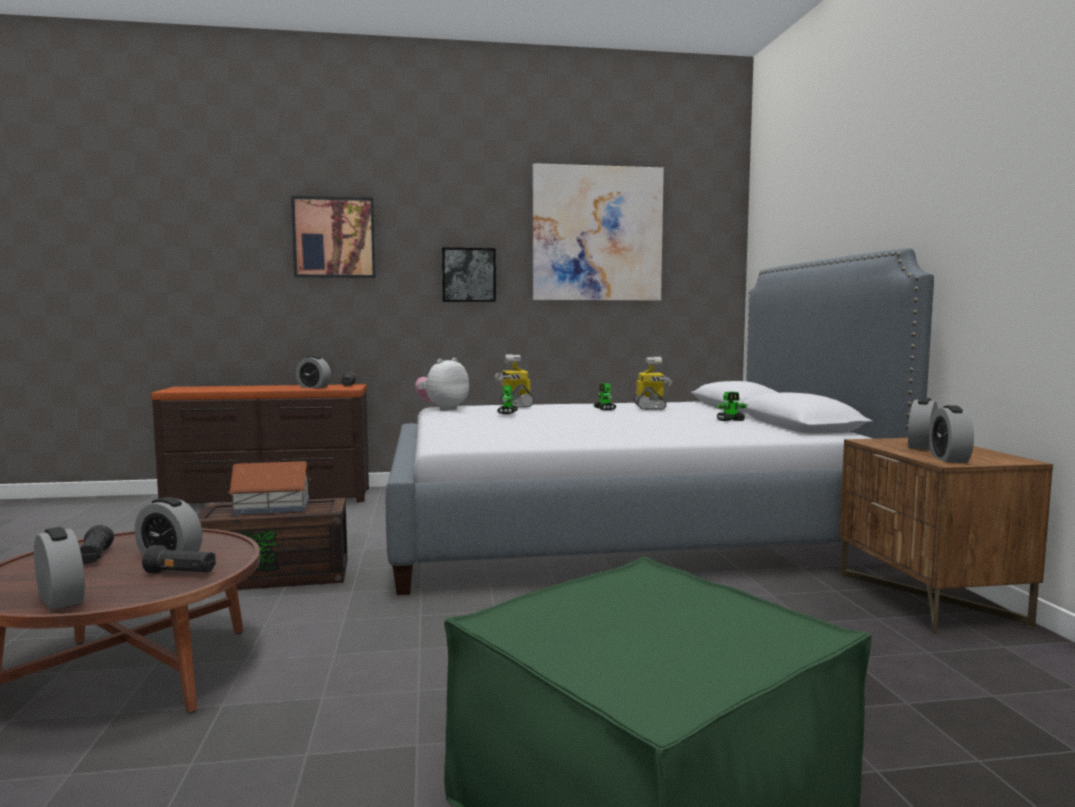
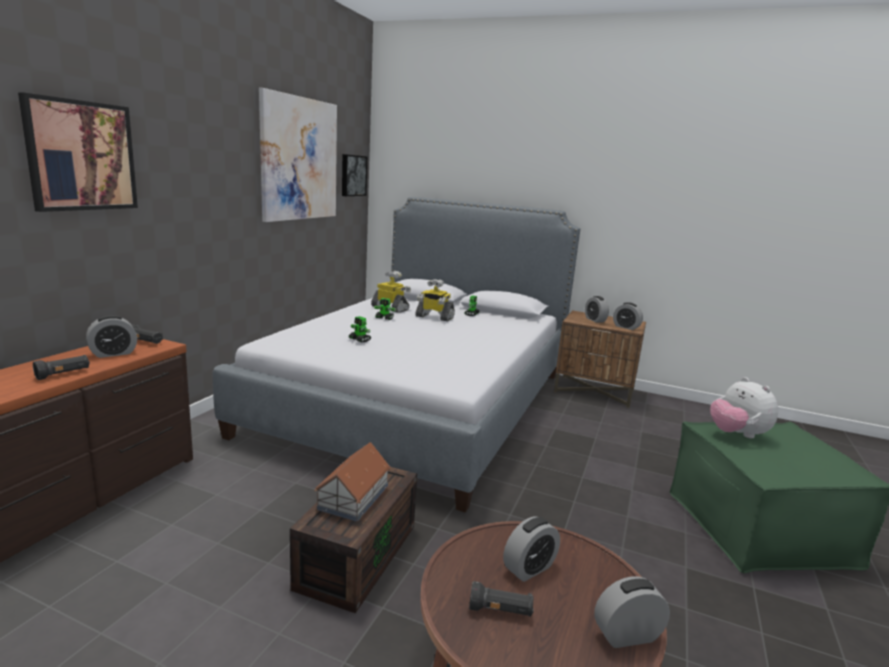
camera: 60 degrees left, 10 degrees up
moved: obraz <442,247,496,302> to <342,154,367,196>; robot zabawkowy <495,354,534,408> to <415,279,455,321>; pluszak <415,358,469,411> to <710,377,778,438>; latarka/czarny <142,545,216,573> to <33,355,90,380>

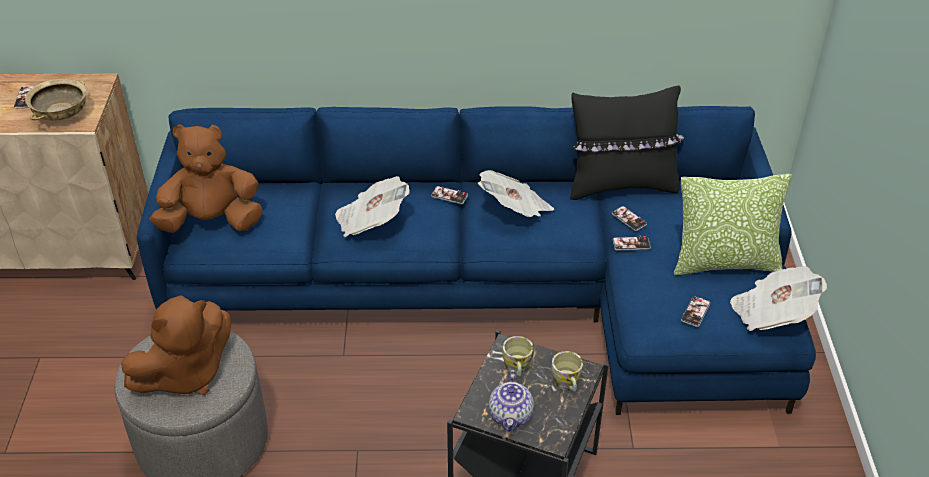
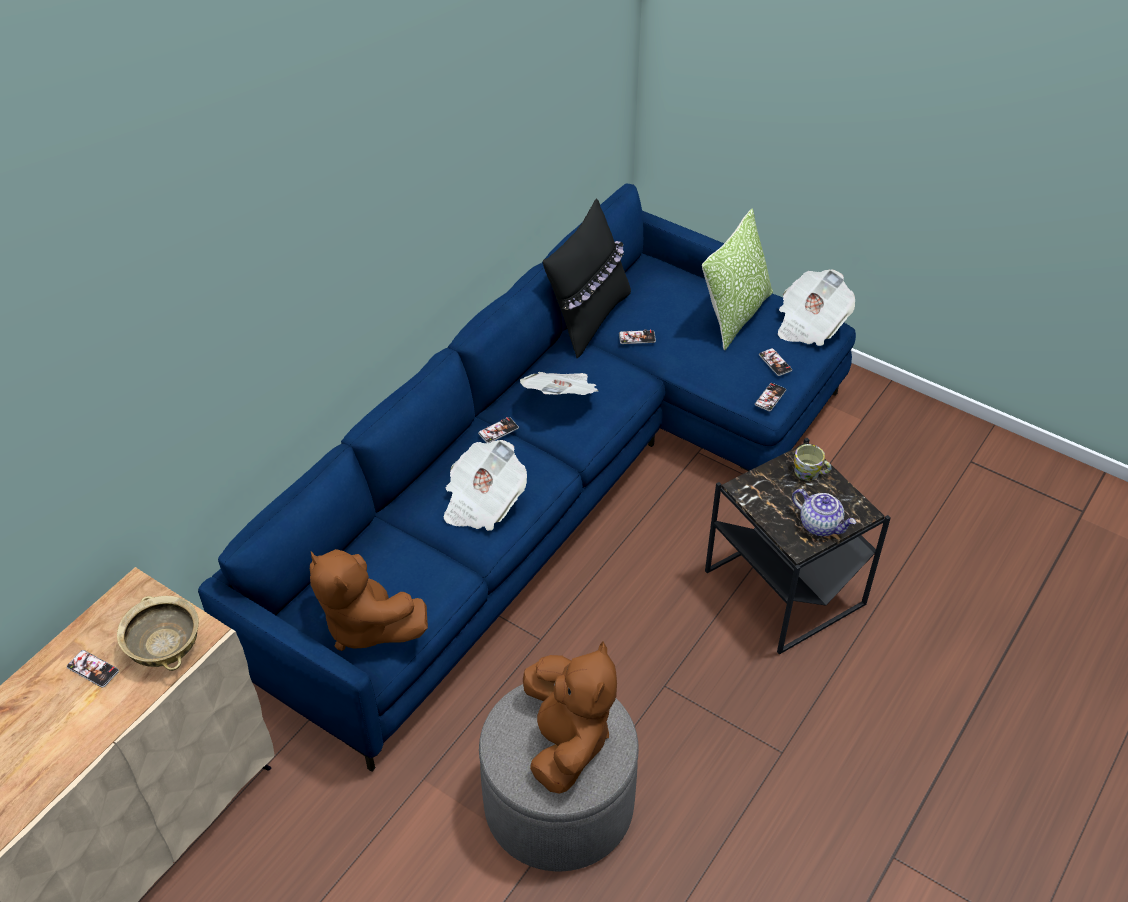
camera: 55 degrees left, 5 degrees up
removed: kubek <502,336,533,377>
moved: telefon <613,236,651,250> to <755,383,786,411>
turned: pluszak/brązowy <149,124,263,233> = <310,549,428,651> 75 degrees counterclockwise

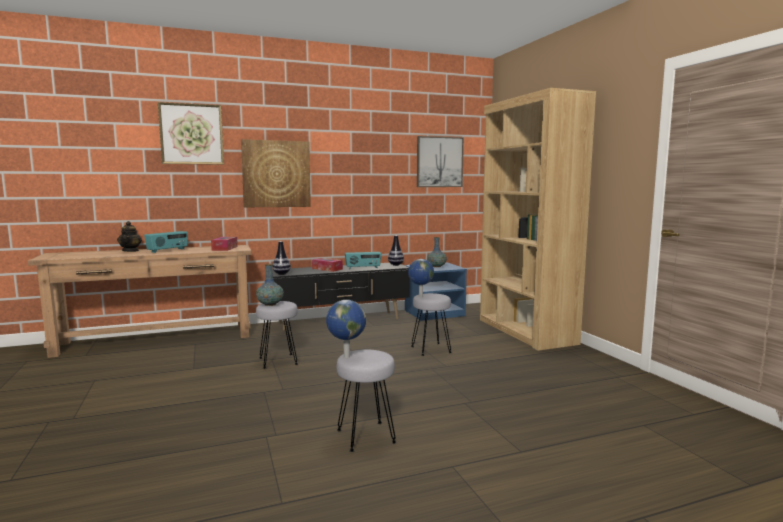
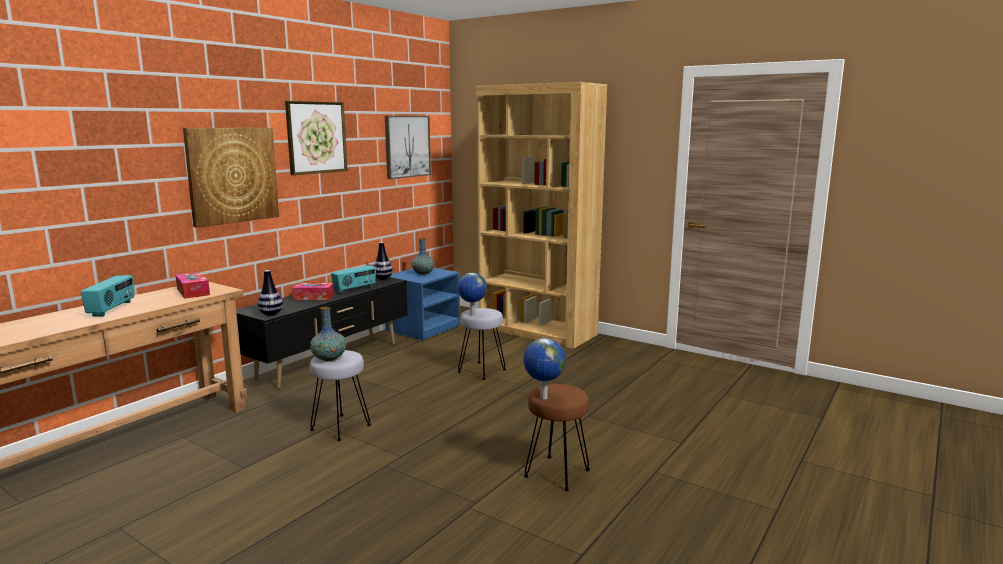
camera: 35 degrees left, 5 degrees up
removed: imbryk <117,221,142,252>
moved: obraz <158,102,224,165> to <285,101,348,175>
recoloured: stołek/szary <336,350,397,452> to stołek/brązowy <524,384,590,491>

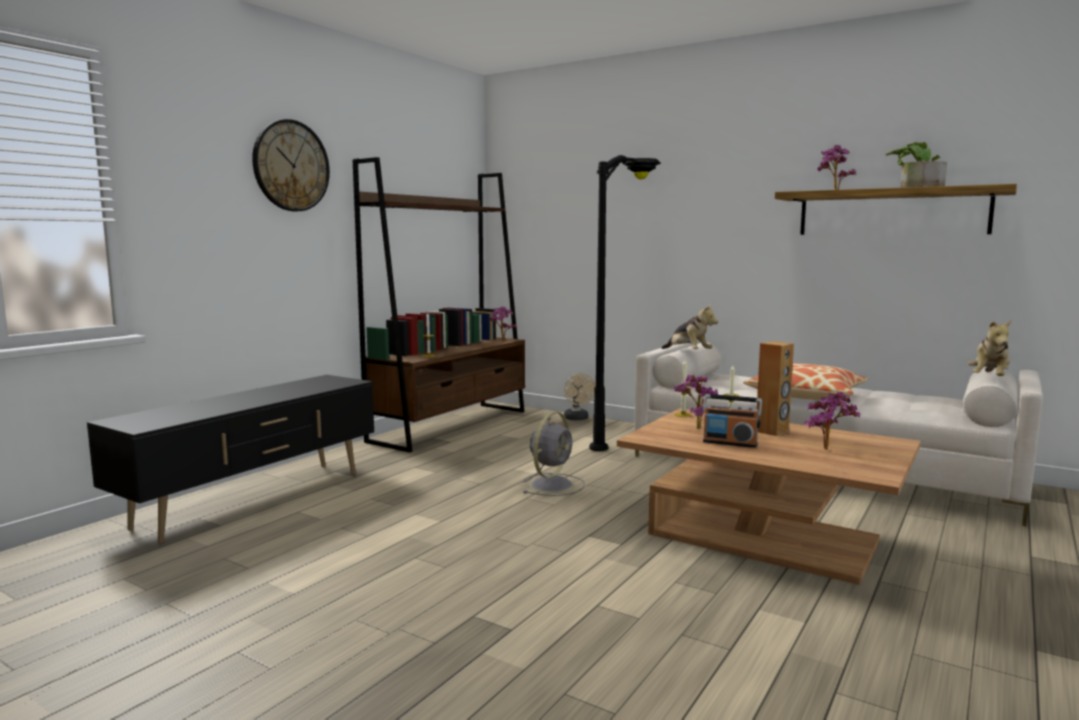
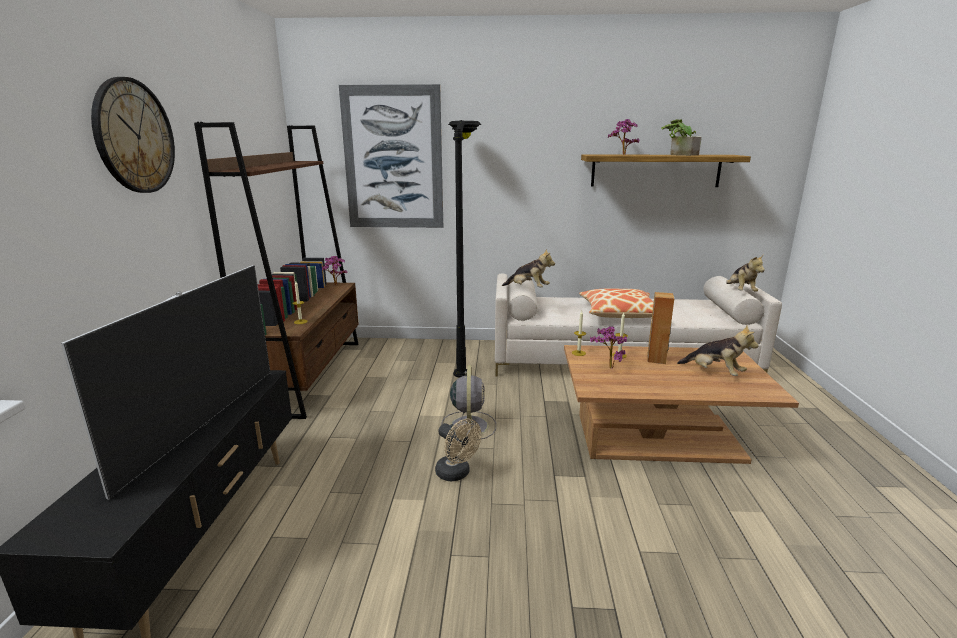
camera: 30 degrees left, 10 degrees up
removed: radio <703,394,762,448>
added: obraz <339,84,443,228>; telewizor <61,265,271,500>
moved: wentylator/beżowy <564,373,596,420> to <435,419,481,481>
replaced: roślina doniczkowa <804,391,860,450> to pluszak <677,325,759,376>

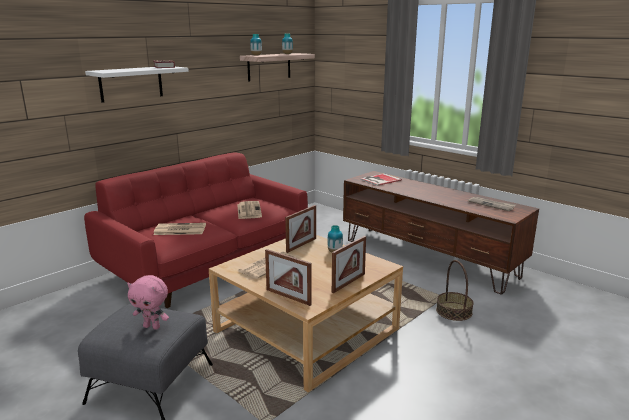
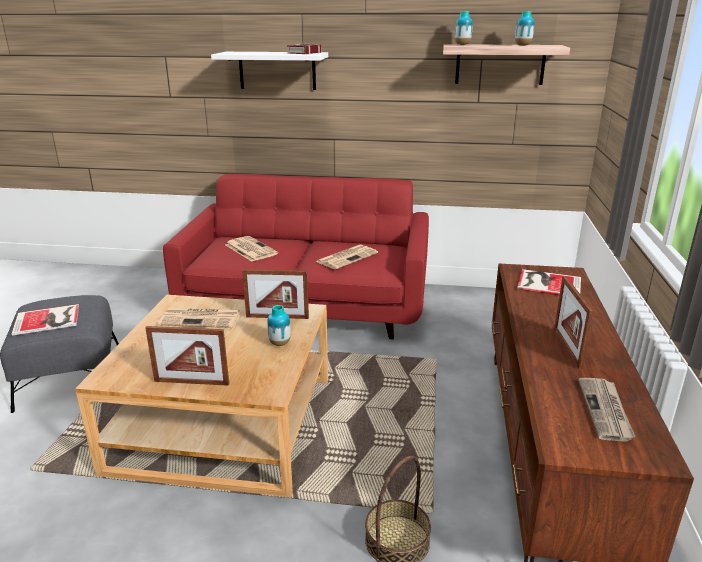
camera: 55 degrees right, 5 degrees up
moved: ramka na zdjęcie <265,249,312,306> to <554,276,593,369>
replaced: pluszak/różowy <127,275,169,330> to książka <12,304,79,336>

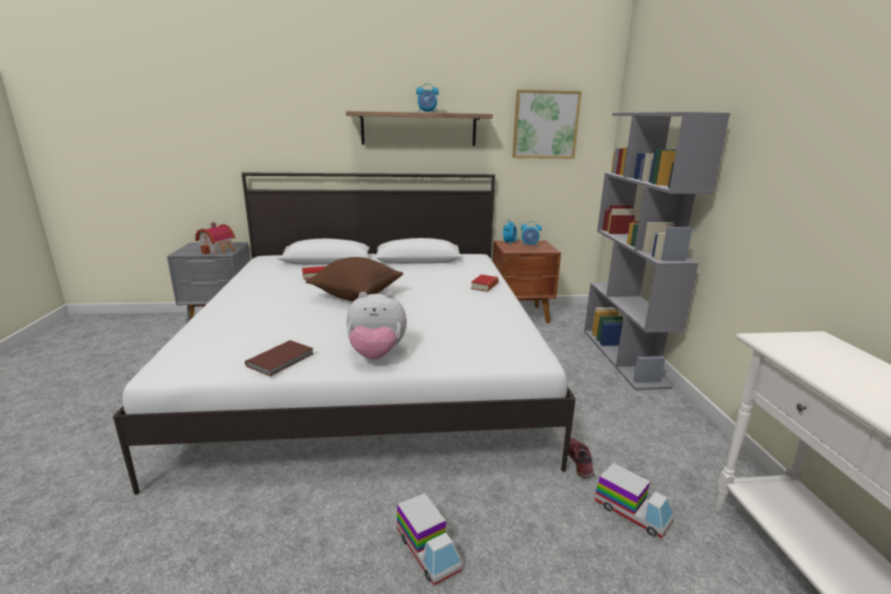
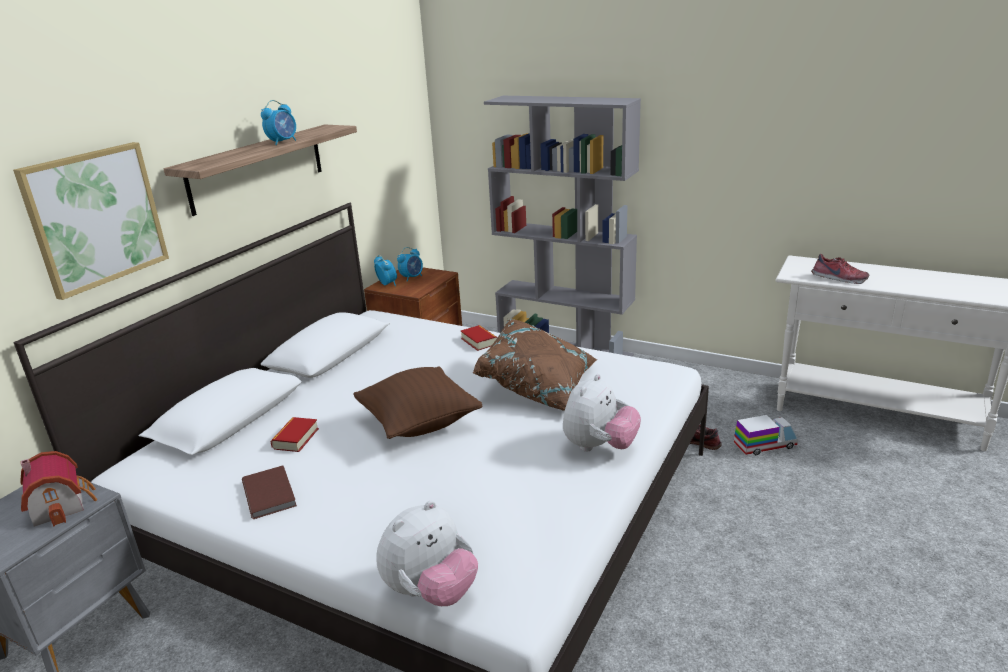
camera: 55 degrees left, 5 degrees up
removed: ciężarówka zabawkowa <397,493,462,586>
added: but <811,254,869,284>; poduszka/brązowy <473,319,597,411>; pluszak <376,501,478,606>
moved: obraz <512,90,582,159> to <13,142,169,300>; książka/brązowy <245,340,314,377> to <242,465,297,519>

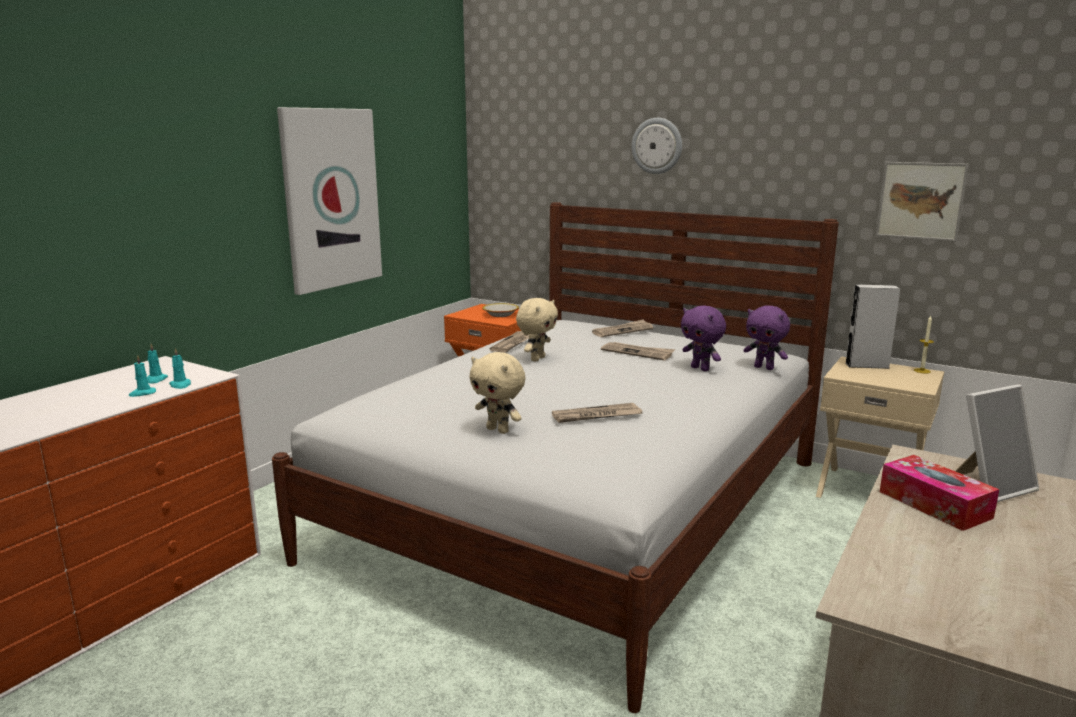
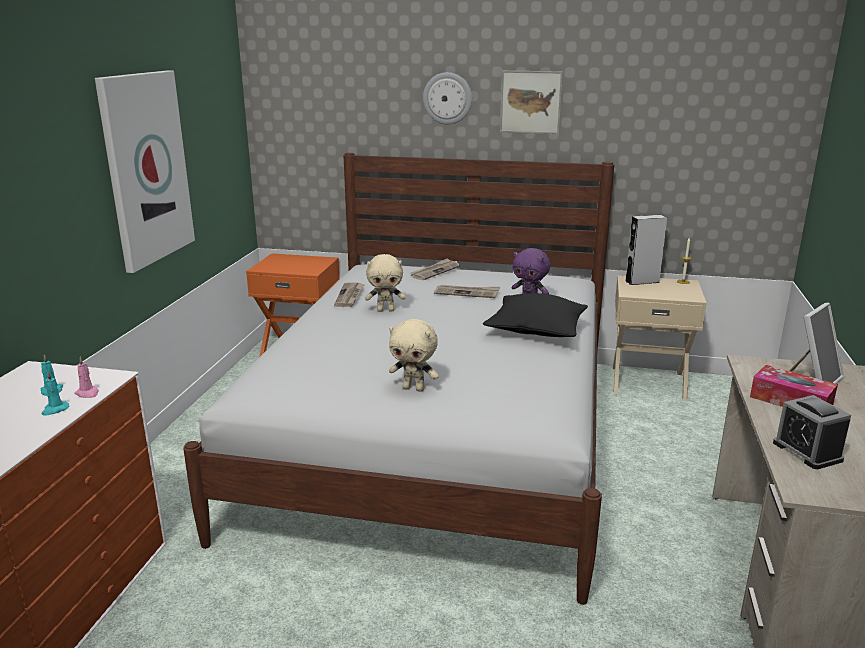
camera: 20 degrees left, 5 degrees up
removed: miska <482,303,519,317>; pluszak/fioletowy <744,305,790,370>; gazeta <552,403,643,423>
added: poduszka/czarny <483,293,588,337>; budzik <773,395,851,469>
moved: obraz <876,162,969,241> to <500,71,563,134>
recoloured: świeca/turkusowy <169,348,191,389> to świeca/różowy <74,357,99,398>
turned: pluszak/beżowy <516,298,558,362> = <365,254,406,312> 75 degrees clockwise

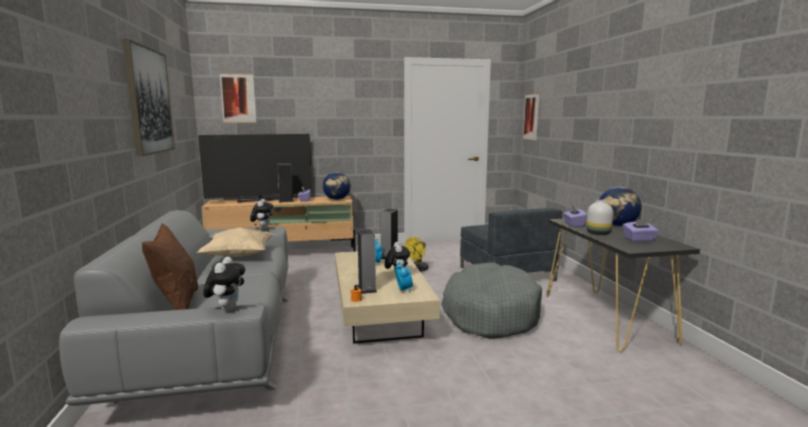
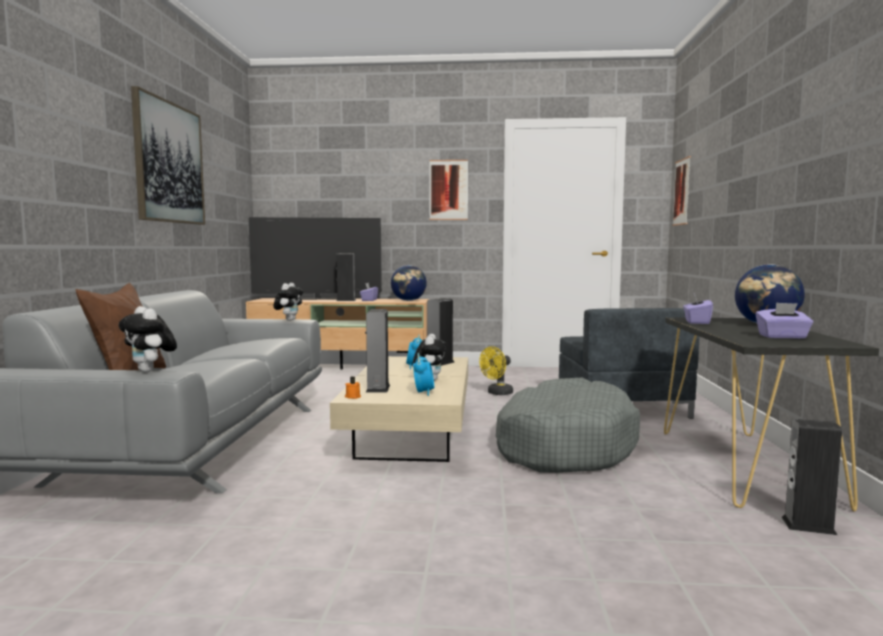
camera: 15 degrees right, 5 degrees down
removed: wazon/biały <586,200,613,235>; poduszka/beżowy <198,227,273,257>
added: głośnik <782,419,842,535>
moved: obraz <219,73,256,123> to <429,160,468,220>
turned: pluszak <203,257,245,311> = <119,306,177,372> 120 degrees clockwise

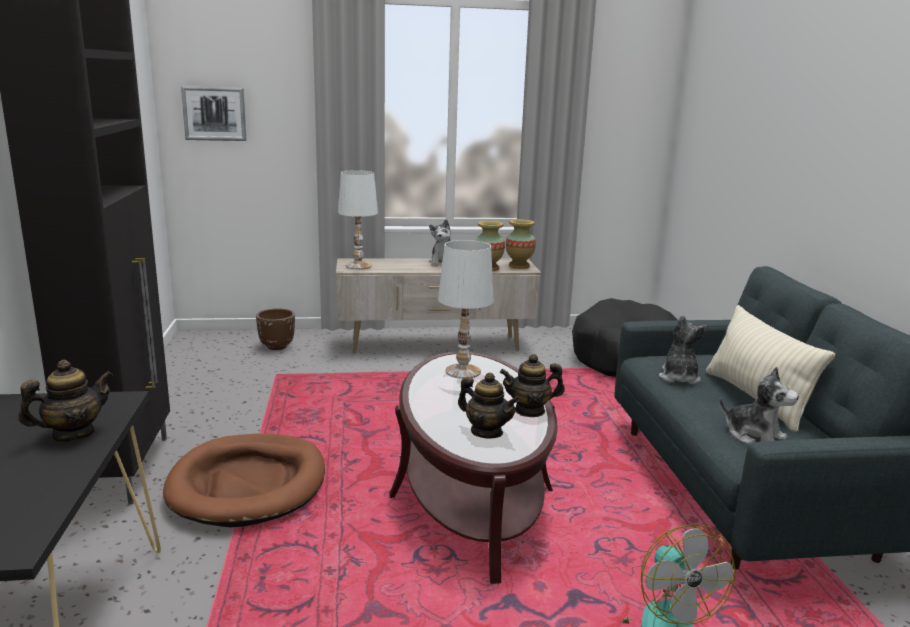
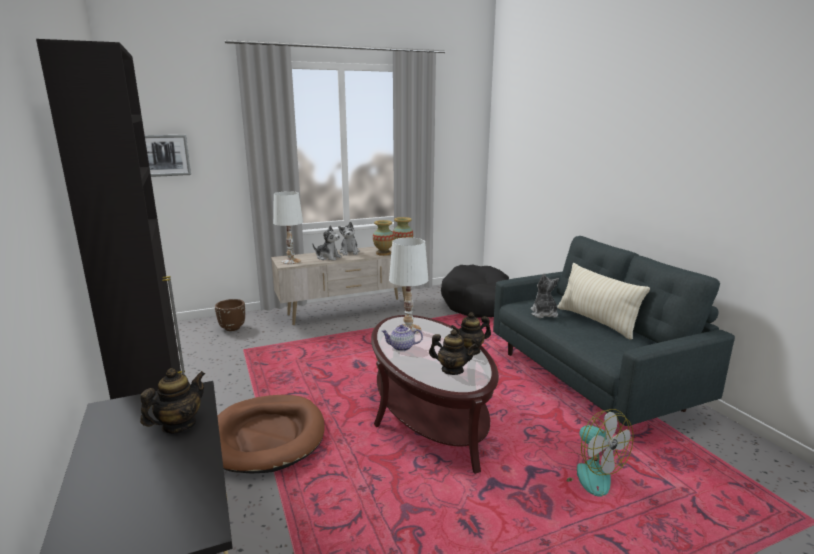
camera: 15 degrees left, 0 degrees up
added: imbryk <382,325,423,351>
moved: pluszak <719,367,799,445> to <313,225,342,261>

